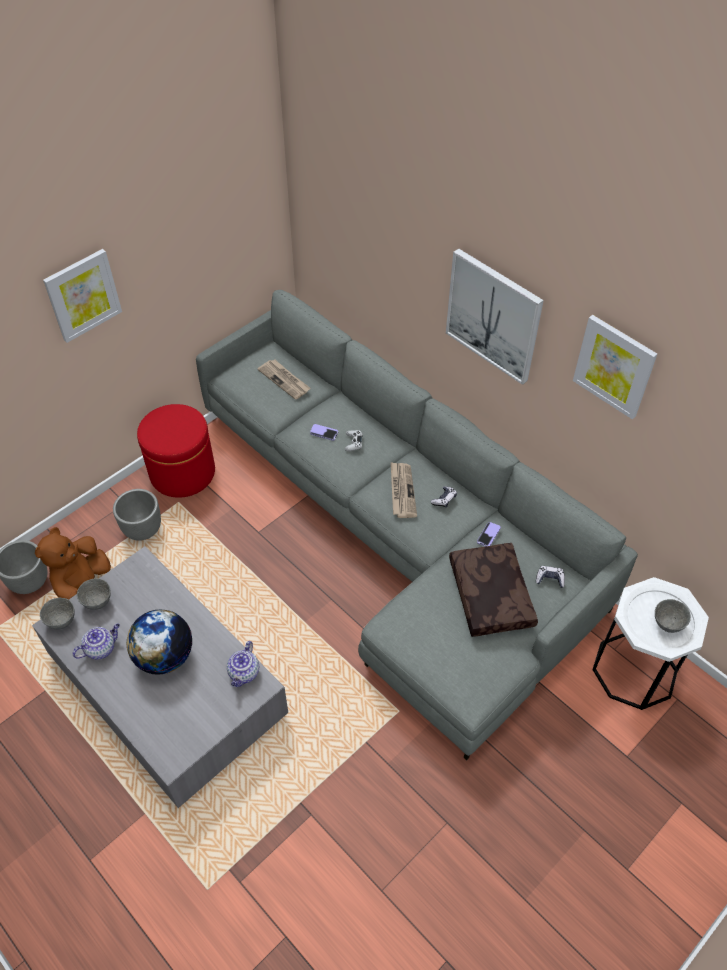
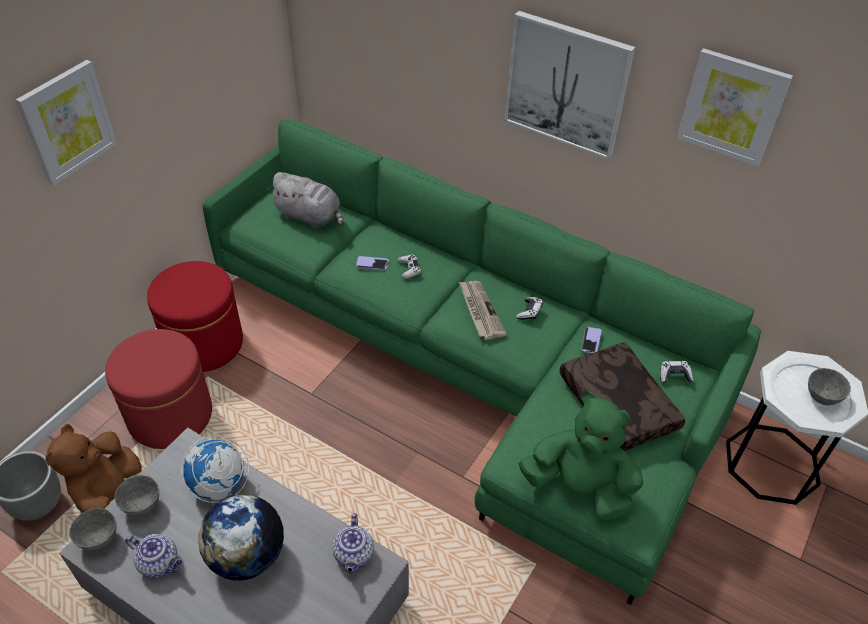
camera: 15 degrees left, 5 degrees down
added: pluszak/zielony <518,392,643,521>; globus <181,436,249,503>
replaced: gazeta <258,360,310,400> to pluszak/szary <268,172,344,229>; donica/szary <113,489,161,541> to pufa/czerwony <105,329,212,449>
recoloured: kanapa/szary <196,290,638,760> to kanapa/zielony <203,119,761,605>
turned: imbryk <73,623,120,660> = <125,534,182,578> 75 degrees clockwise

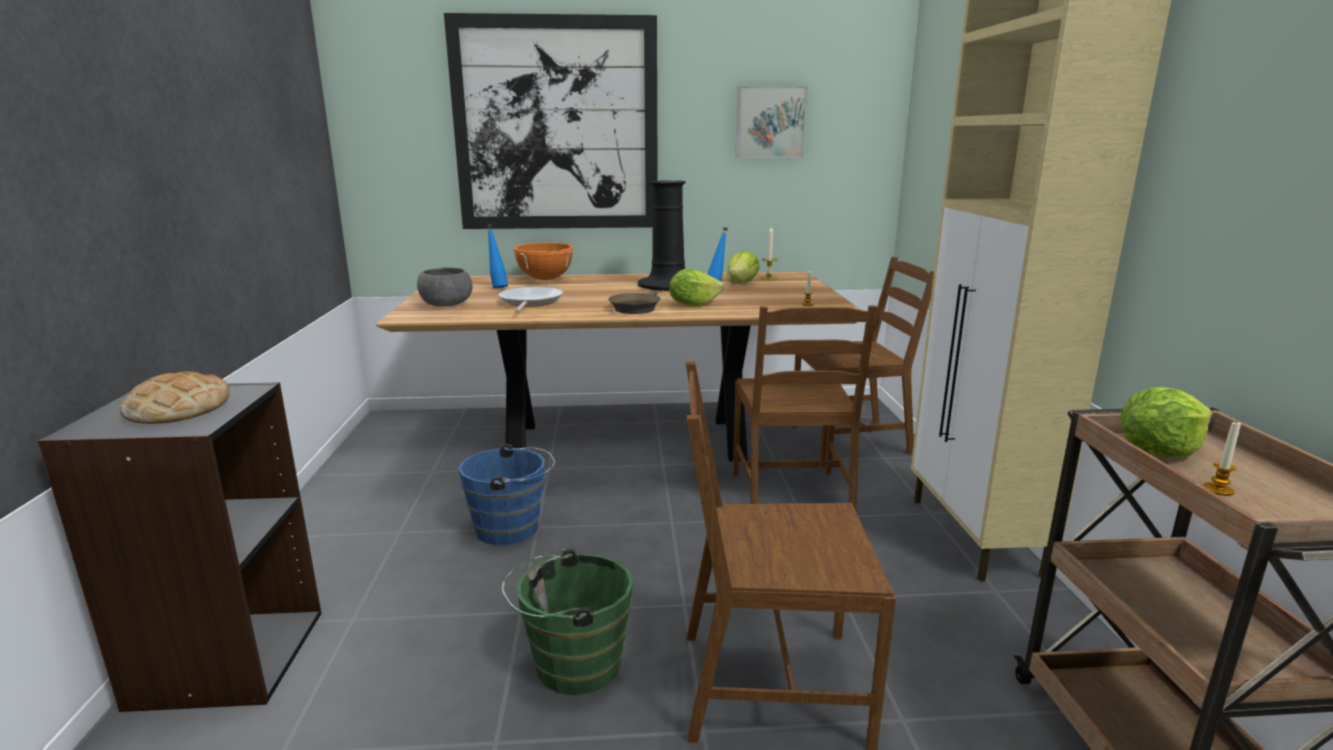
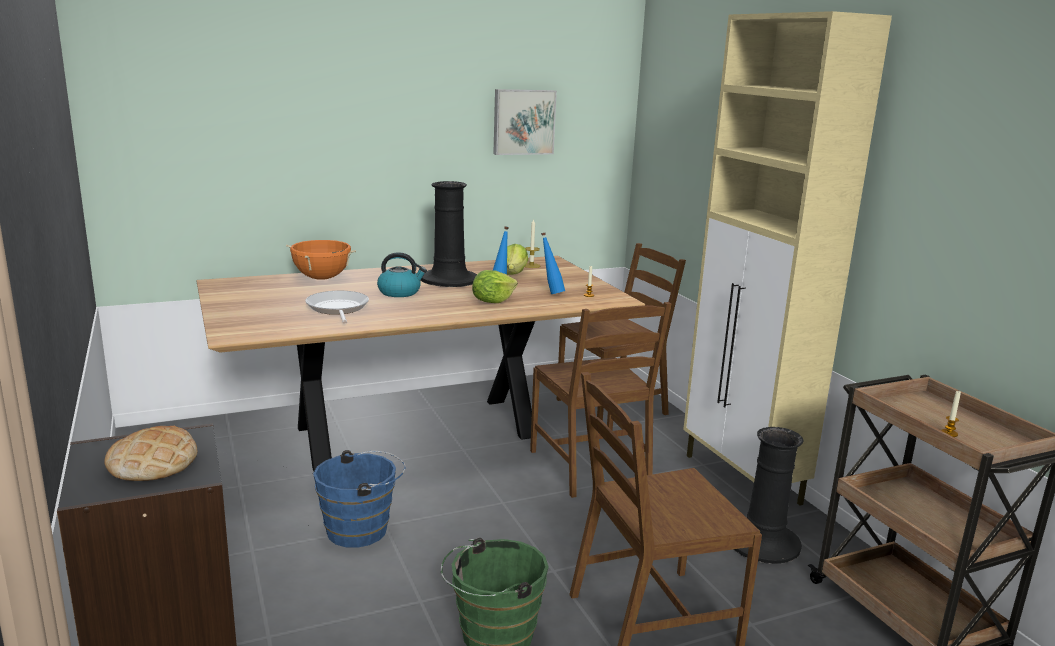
camera: 20 degrees left, 0 degrees up
removed: obraz <444,13,658,229>; miska/szary <417,267,473,307>; patelnia/brązowy <608,291,661,314>; sałata <1120,387,1212,458>
added: czajnik <377,252,427,297>; wazon/czarny <733,427,804,564>
moved: butelka/niebieski <487,224,508,288> to <541,233,565,294>

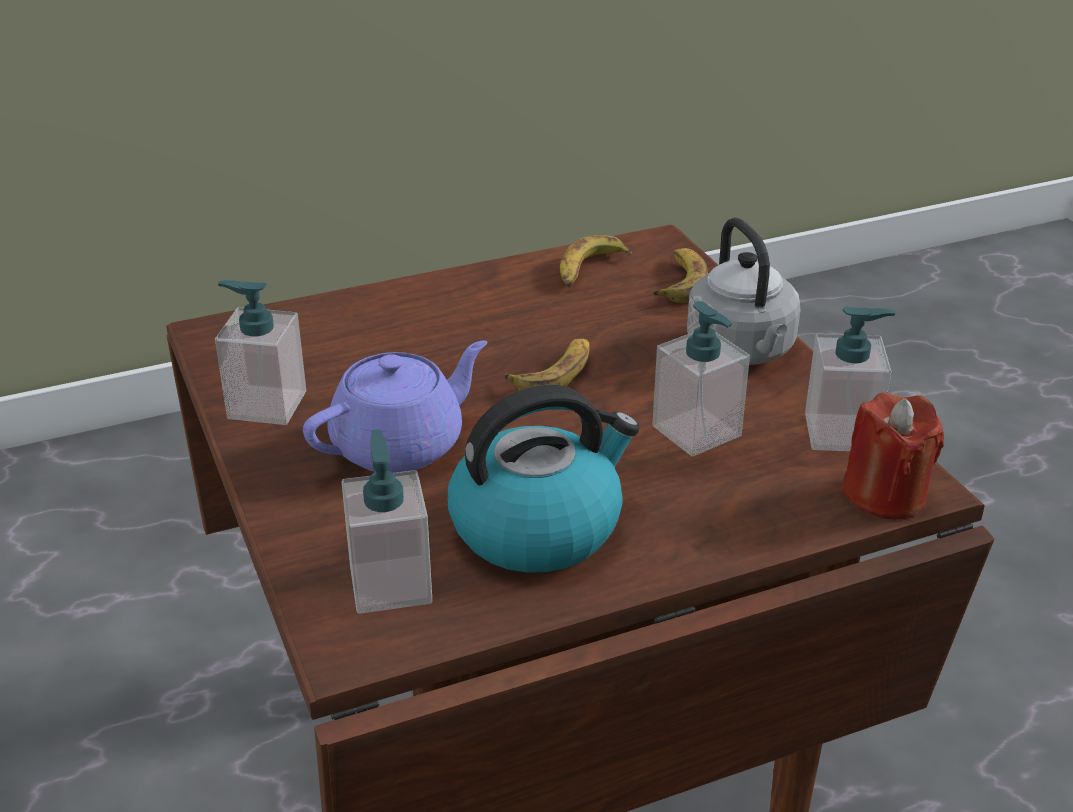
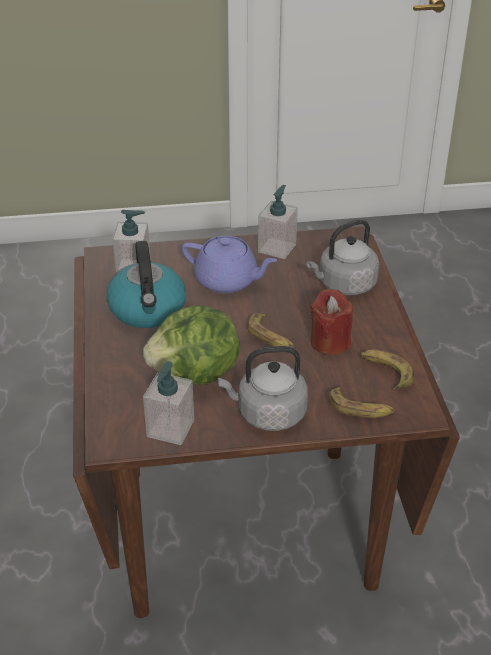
camera: 105 degrees right, 5 degrees up
added: czajnik/szary <307,220,379,295>
moved: świeca/czerwony <842,392,944,520> to <310,289,353,355>
replaced: dozownik mydła <652,301,750,456> to sałata <143,305,239,385>
turned: imbryk/fioletowy <303,340,487,473> = <182,236,277,293> 45 degrees counterclockwise

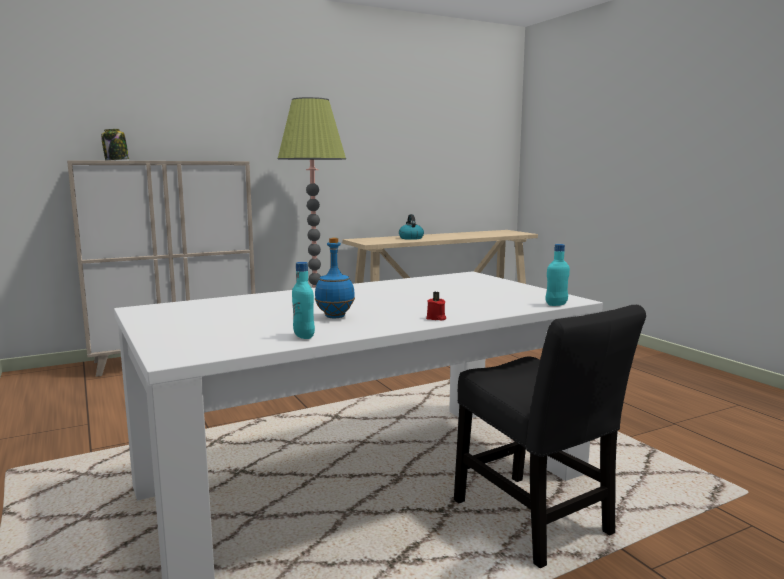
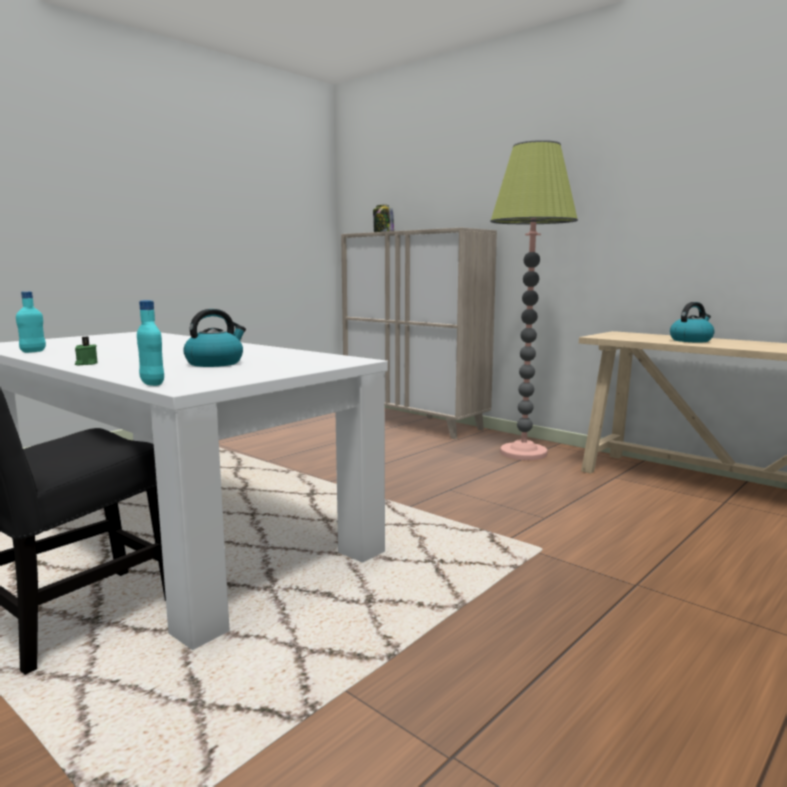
camera: 70 degrees right, 0 degrees up
removed: butelka/niebieski <315,238,355,318>
added: czajnik <183,309,246,367>
recoloured: świeca/czerwony <426,292,446,320> to świeca/zielony <75,336,98,366>

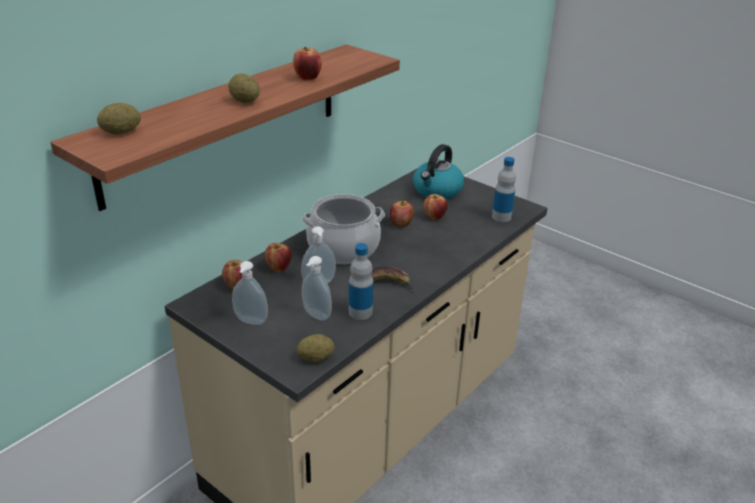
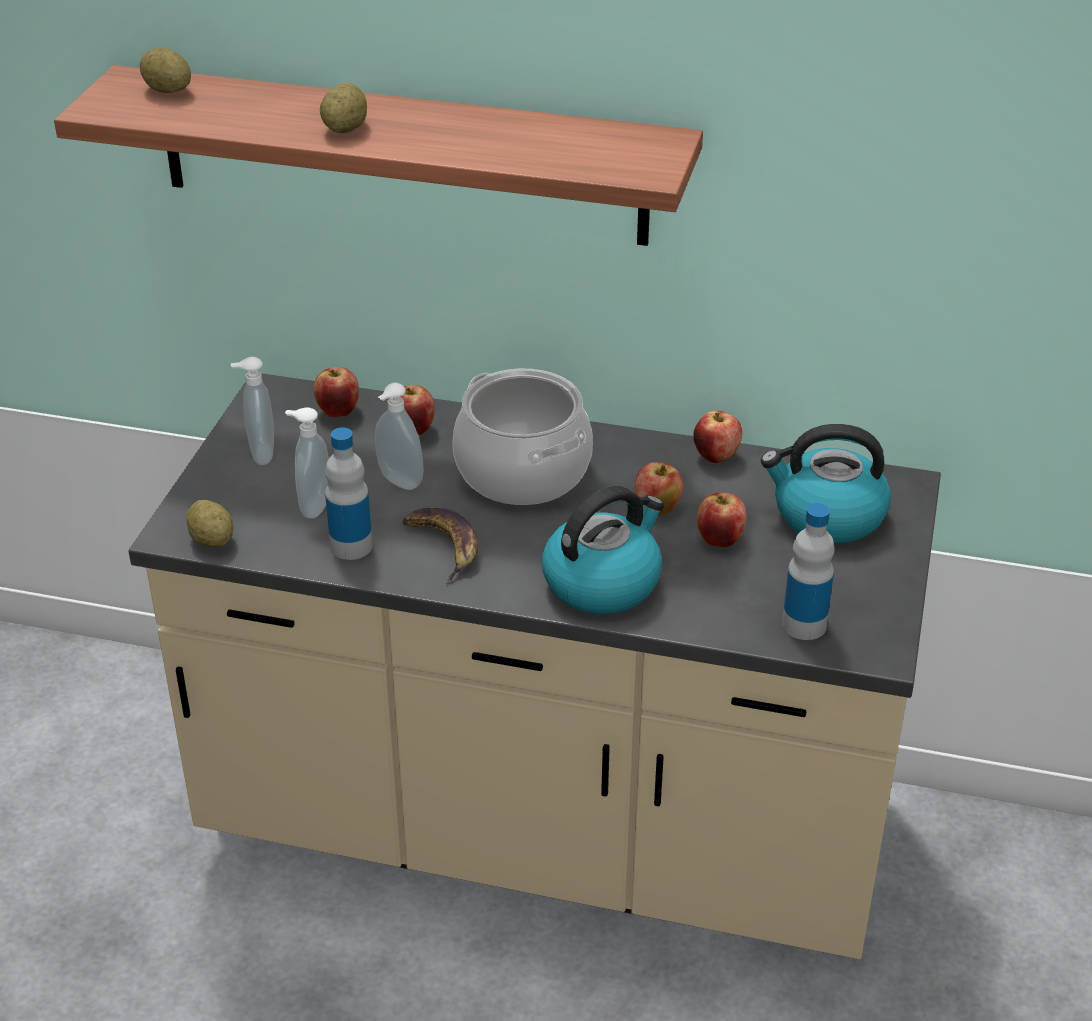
camera: 65 degrees right, 5 degrees up
added: czajnik <542,486,664,614>
moved: jabłko <293,47,322,80> to <693,411,742,463>

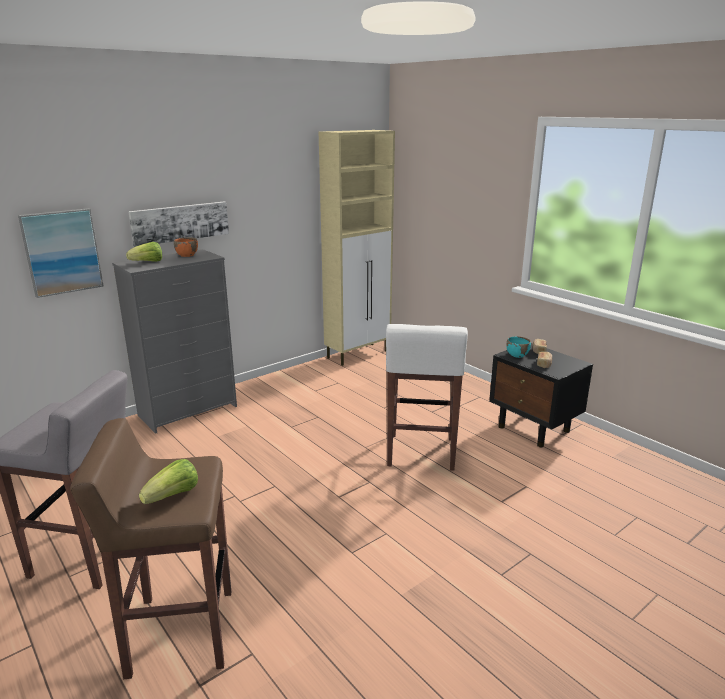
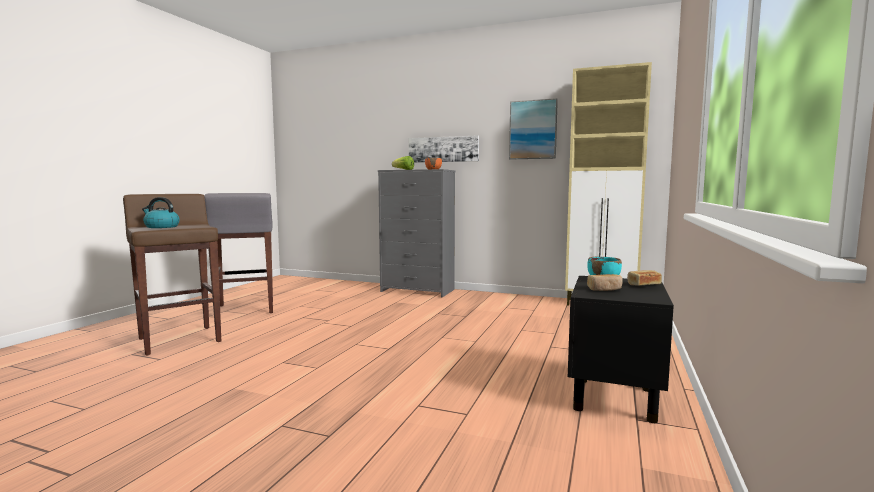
camera: 60 degrees right, 15 degrees down
removed: stołek/biały <386,324,468,471>
moved: obraz <18,208,104,298> to <509,98,558,159>
replaced: sałata <139,459,198,504> to czajnik <142,197,180,228>

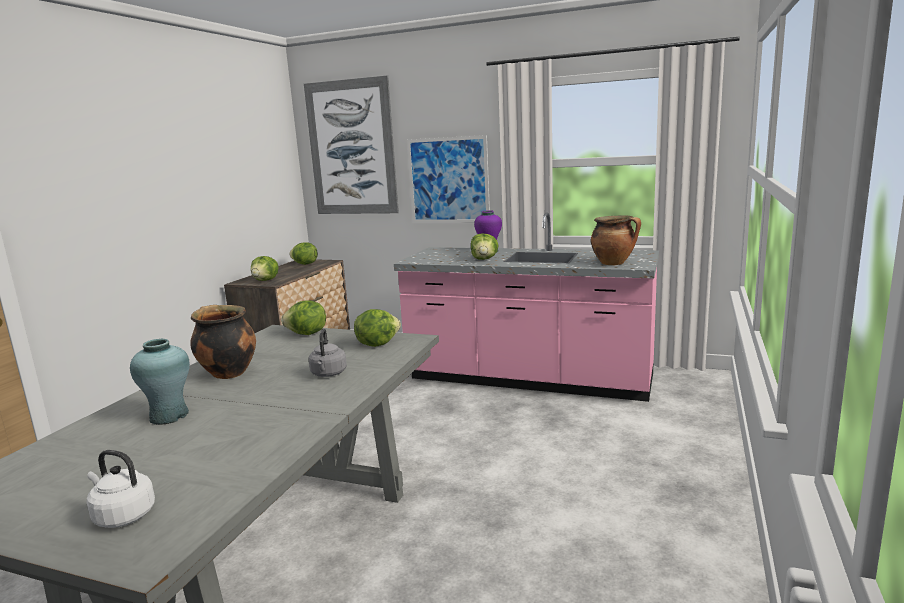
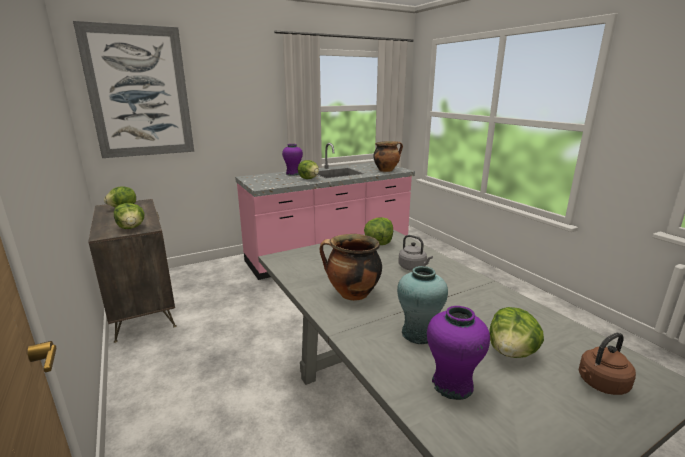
camera: 50 degrees left, 5 degrees up
removed: obraz <407,135,490,223>
added: wazon/fioletowy <427,306,490,400>
moved: sałata <281,300,326,335> to <489,307,544,358>
recoloured: czajnik/biały <86,450,155,528> to czajnik/brązowy <579,333,636,395>

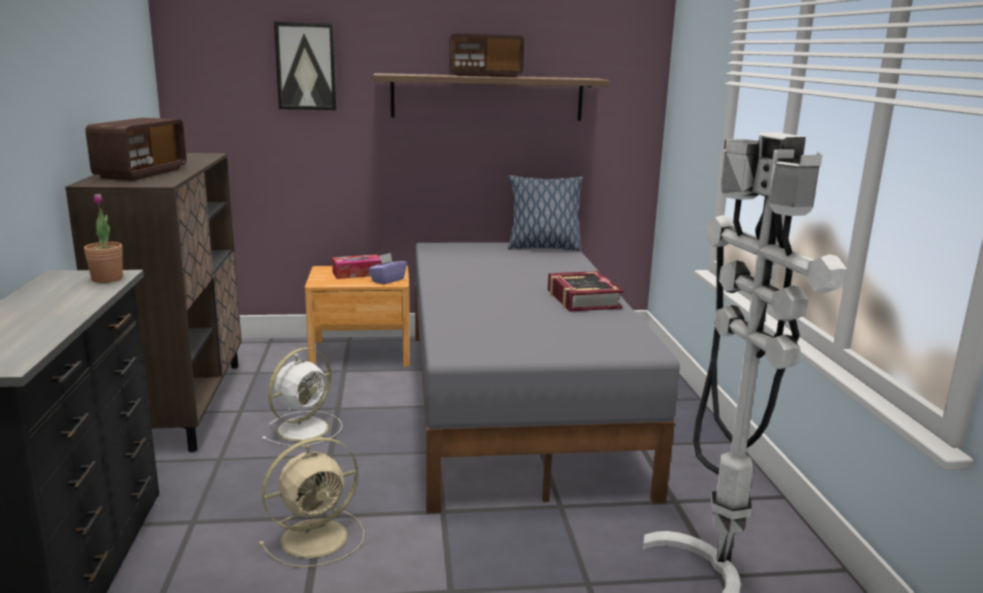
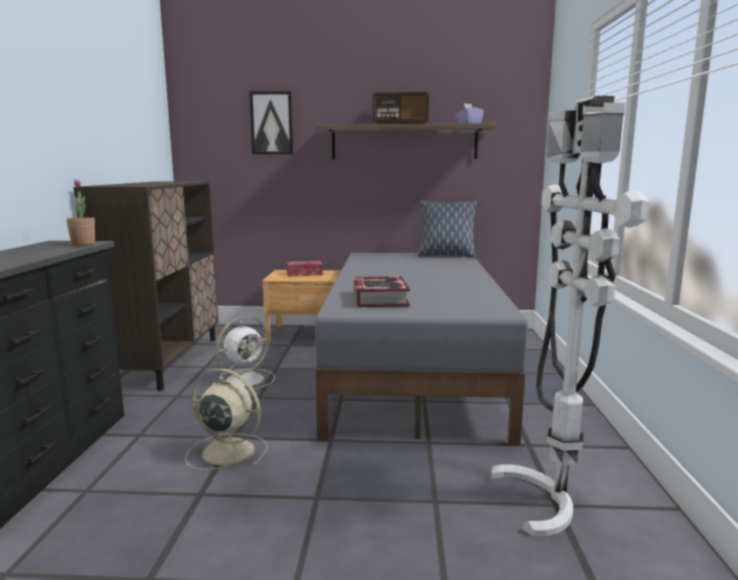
camera: 10 degrees right, 5 degrees down
removed: radio <85,118,187,181>
moved: pudełko chusteczek/fioletowy <368,253,407,285> to <455,103,484,124>; książka <548,271,624,311> to <354,276,410,307>
turned: wentylator/beżowy <259,437,365,568> = <185,368,268,470> 135 degrees counterclockwise

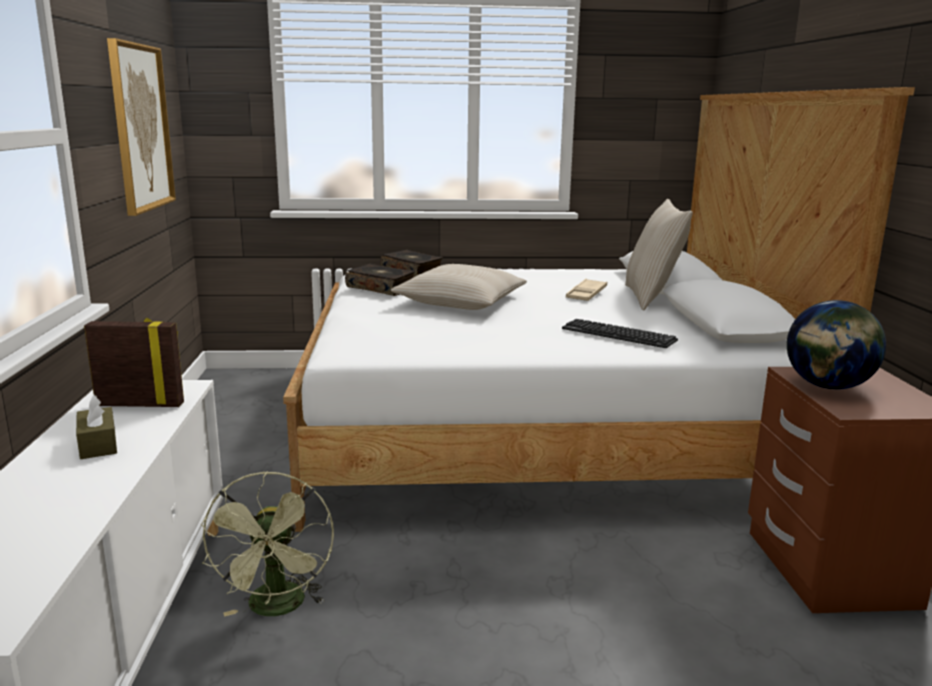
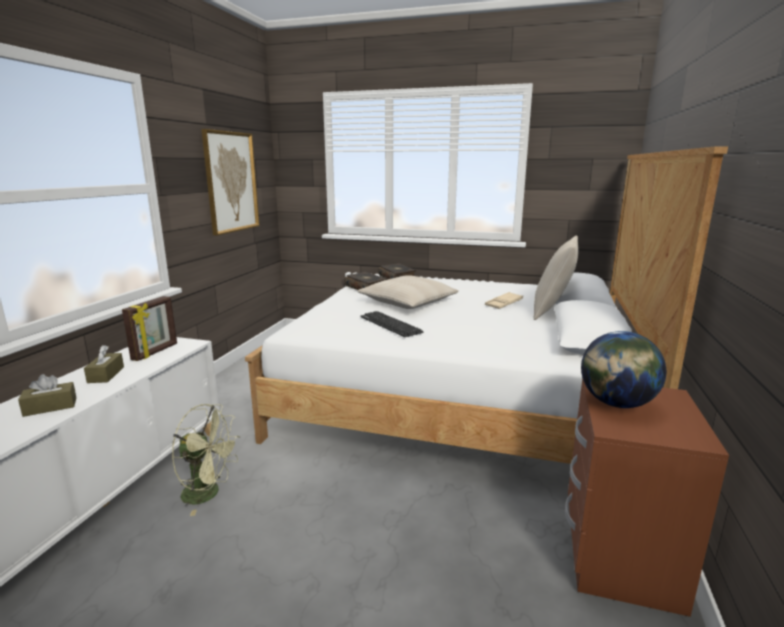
camera: 20 degrees right, 0 degrees up
added: pudełko chusteczek/brązowy <18,374,76,417>
moved: klawiatura <562,319,678,348> to <360,311,423,337>
turned: ramka na zdjęcie <84,318,184,407> = <122,296,177,361> 90 degrees clockwise; wentylator/zielony <200,471,334,617> = <172,404,241,516> 90 degrees counterclockwise

